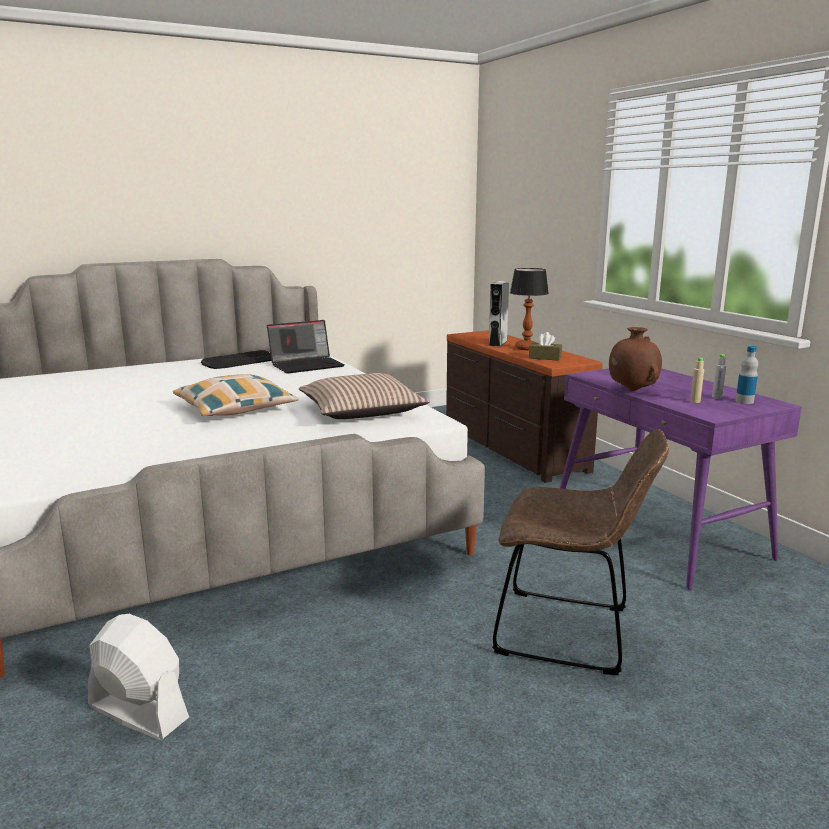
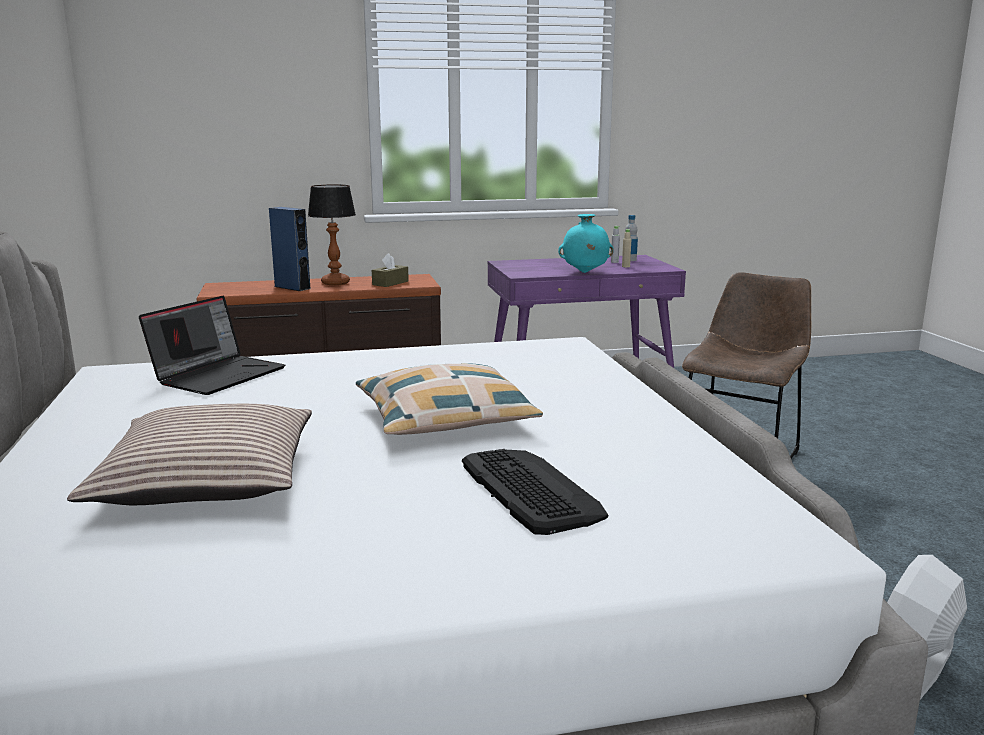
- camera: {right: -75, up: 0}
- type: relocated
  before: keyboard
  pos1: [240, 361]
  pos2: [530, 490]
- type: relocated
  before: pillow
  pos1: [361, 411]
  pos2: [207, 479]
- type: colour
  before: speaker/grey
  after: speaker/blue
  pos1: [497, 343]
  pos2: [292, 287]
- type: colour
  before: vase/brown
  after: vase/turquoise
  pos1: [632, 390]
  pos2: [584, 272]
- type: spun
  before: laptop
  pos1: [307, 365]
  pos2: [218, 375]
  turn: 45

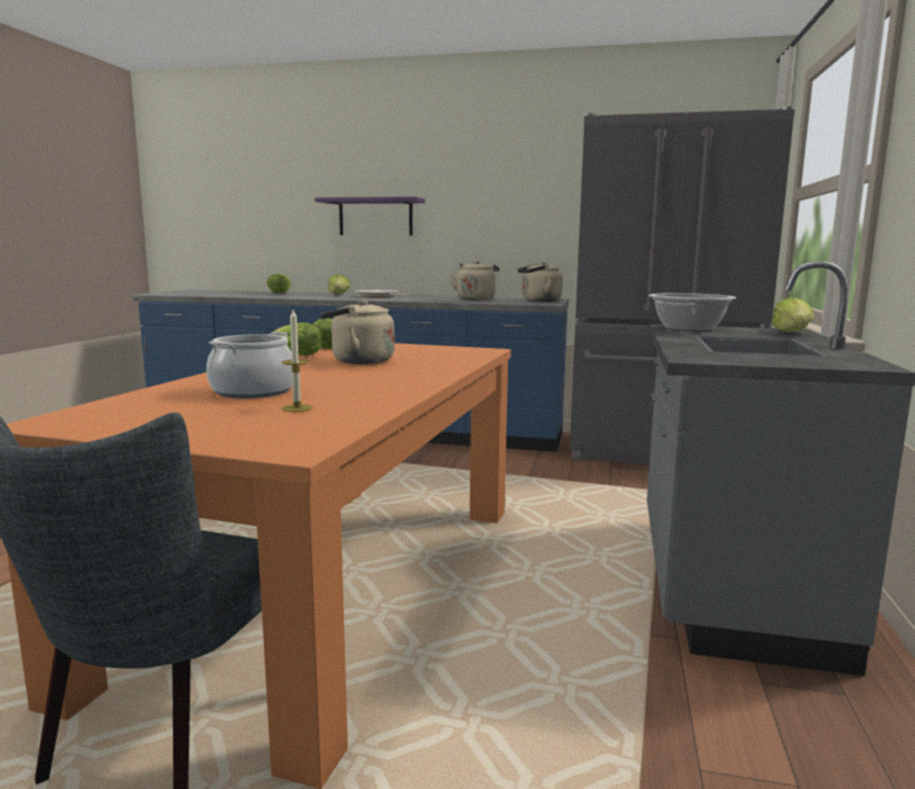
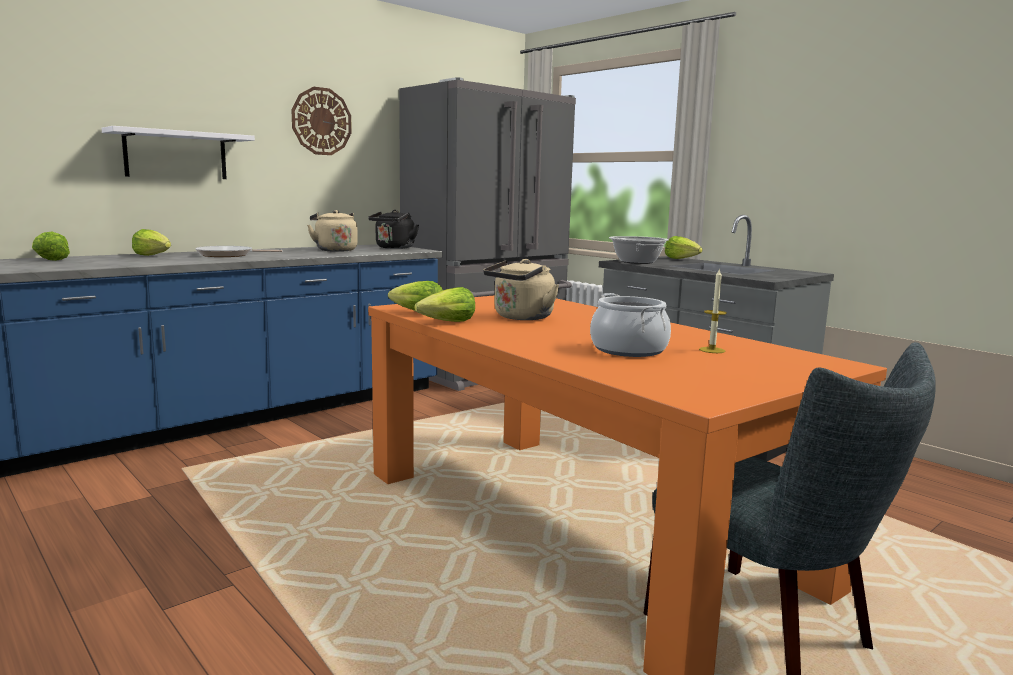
- camera: {right: -55, up: 0}
- type: appeared
  after: wall clock
  pos2: [321, 121]
- type: colour
  before: shelf/purple
  after: shelf/white
  pos1: [375, 217]
  pos2: [176, 155]
- type: colour
  before: kettle/beige
  after: kettle/black
  pos1: [539, 301]
  pos2: [394, 248]

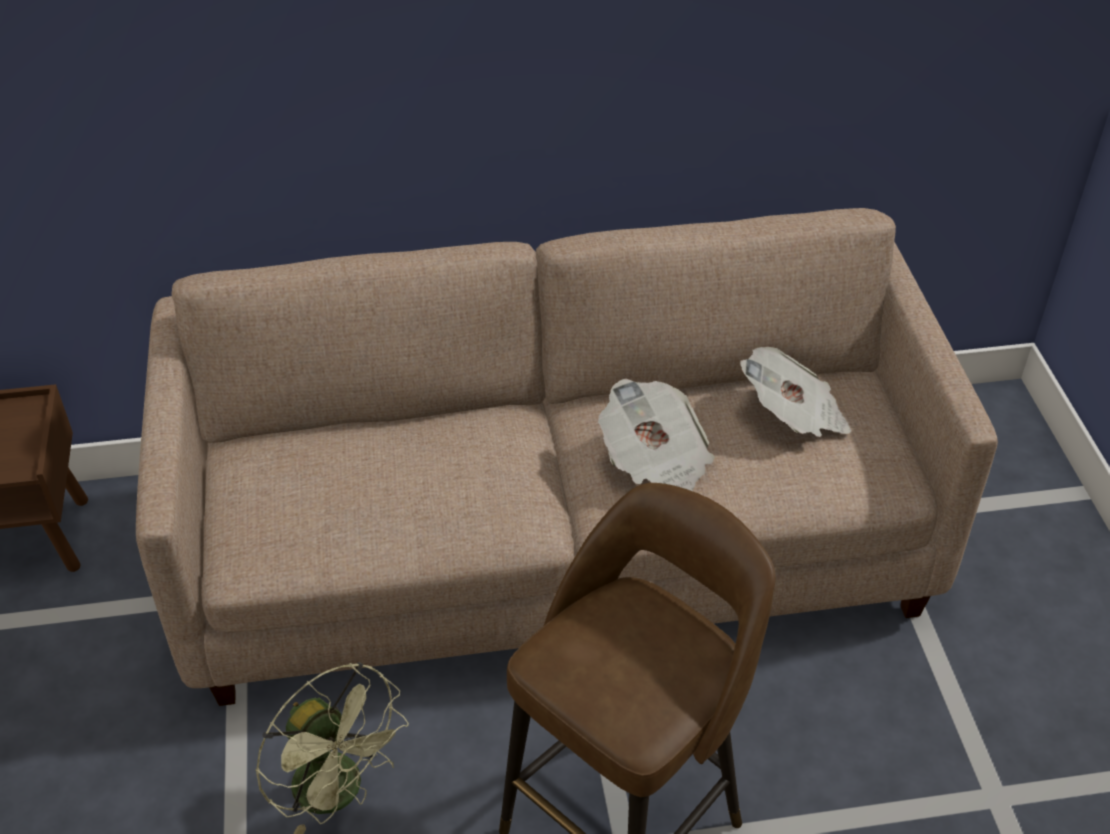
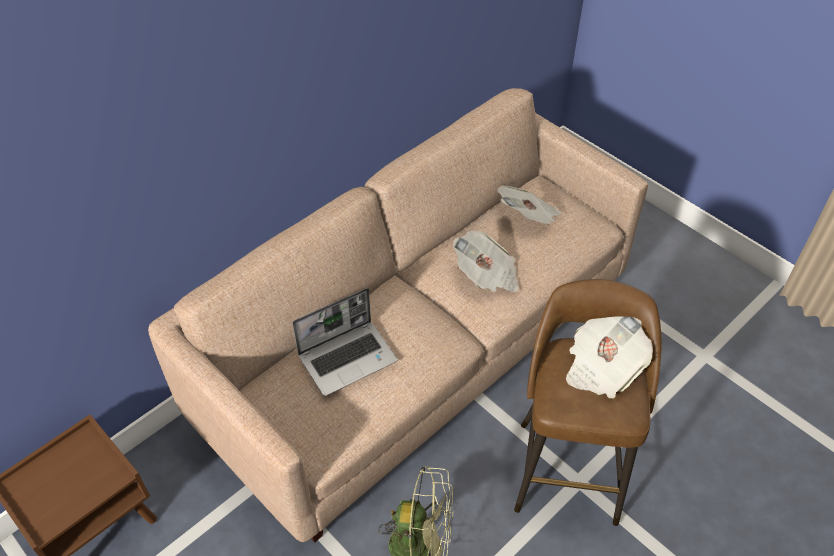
- camera: {right: -35, up: 5}
- type: appeared
  after: laptop
  pos2: [348, 358]
- type: appeared
  after: newspaper
  pos2: [602, 367]

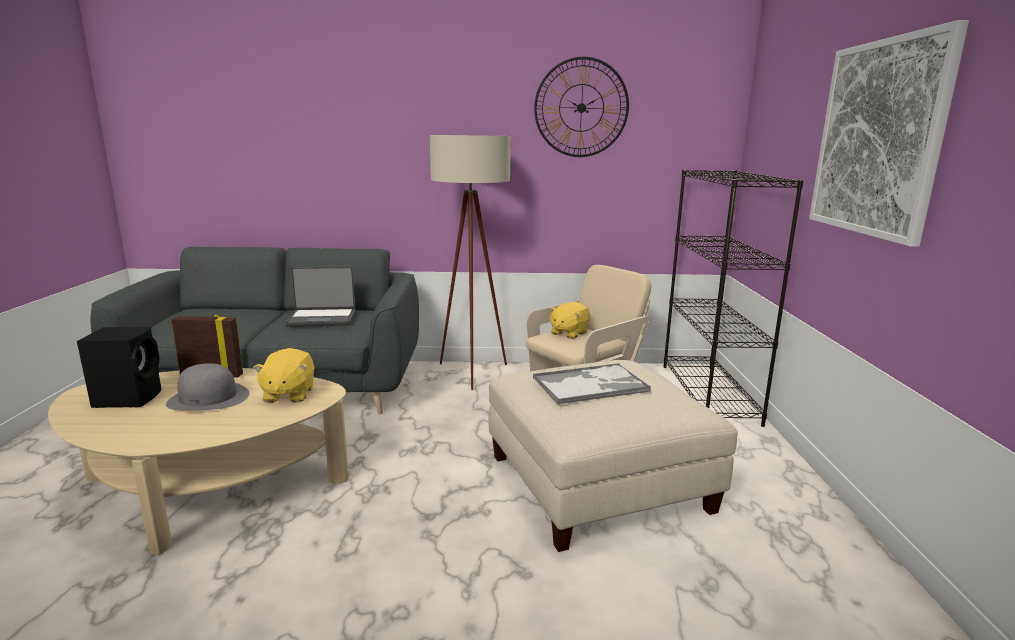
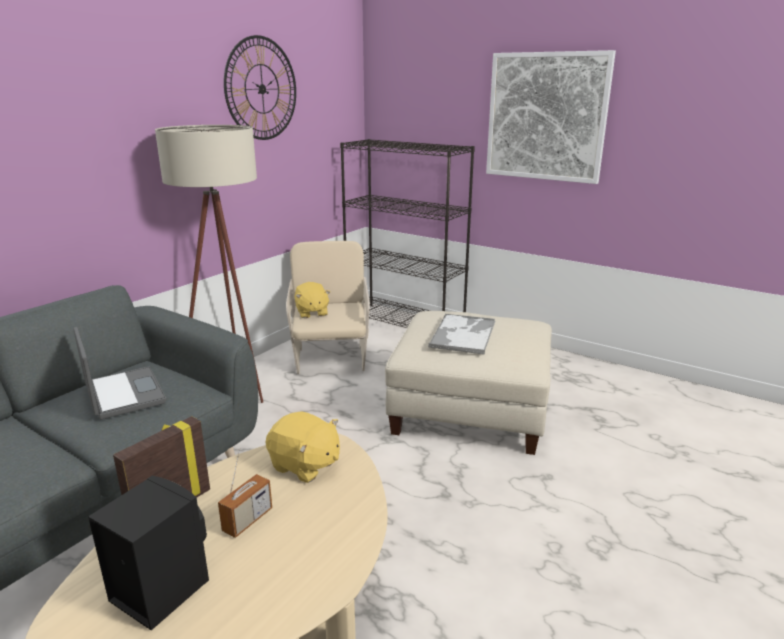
- camera: {right: -55, up: 5}
- type: exchanged
  before: hat/grey
  after: radio
  pos1: [209, 398]
  pos2: [247, 520]
- type: spun
  before: laptop
  pos1: [322, 318]
  pos2: [123, 394]
  turn: -60

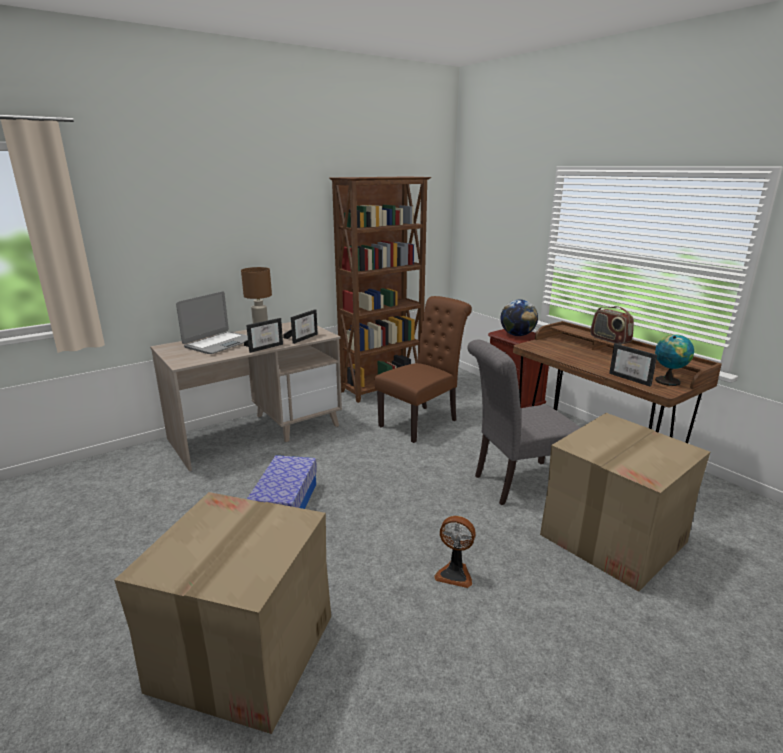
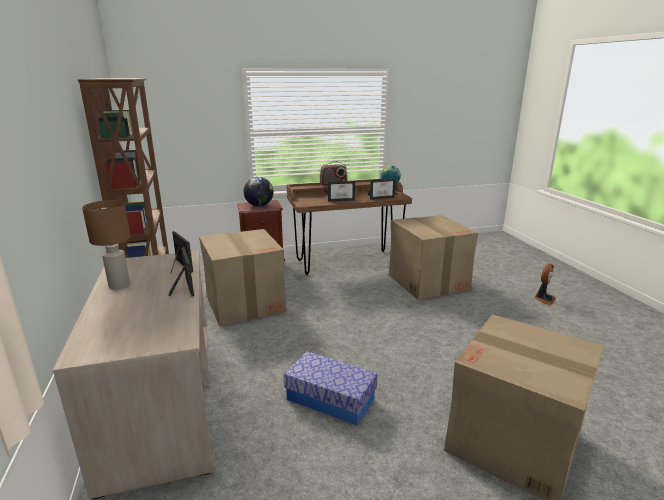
- camera: {right: -70, up: 0}
- type: missing
  before: laptop
  pos1: [219, 343]
- type: missing
  before: chair/grey
  pos1: [517, 483]
- type: appeared
  after: picture frame
  pos2: [341, 200]
- type: relocated
  before: fan
  pos1: [455, 573]
  pos2: [543, 299]
- type: exchanged
  before: chair/brown
  after: cardboard box
  pos1: [422, 421]
  pos2: [245, 303]

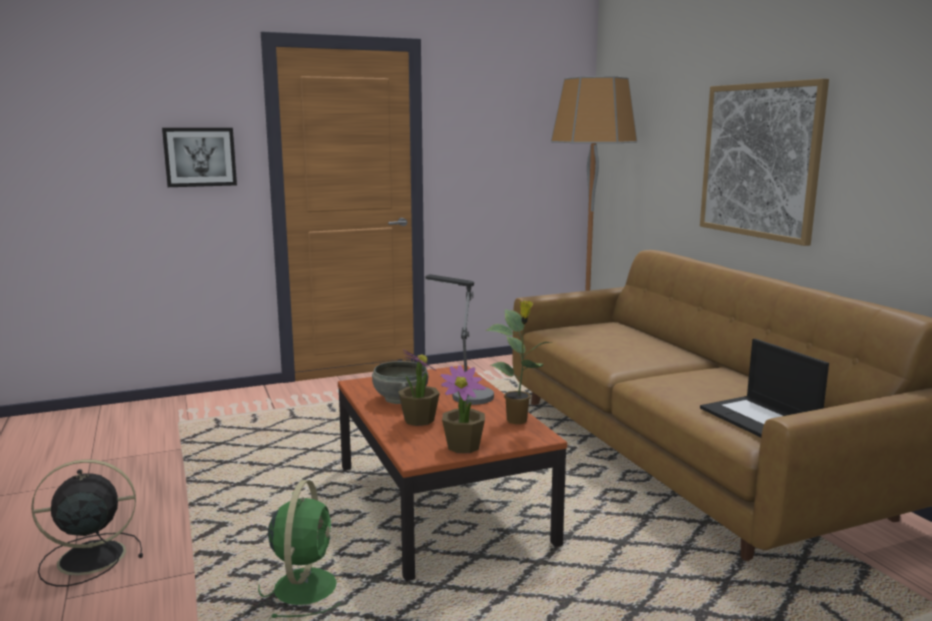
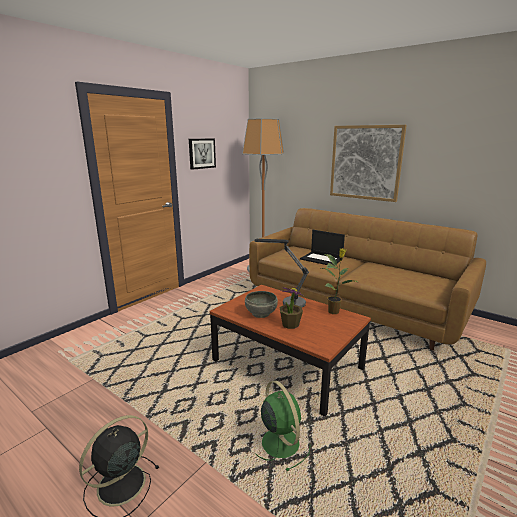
- camera: {right: -30, up: 5}
- type: missing
  before: potted plant
  pos1: [463, 446]
- type: relocated
  before: picture
  pos1: [200, 157]
  pos2: [201, 153]
- type: relocated
  before: laptop
  pos1: [760, 419]
  pos2: [322, 259]

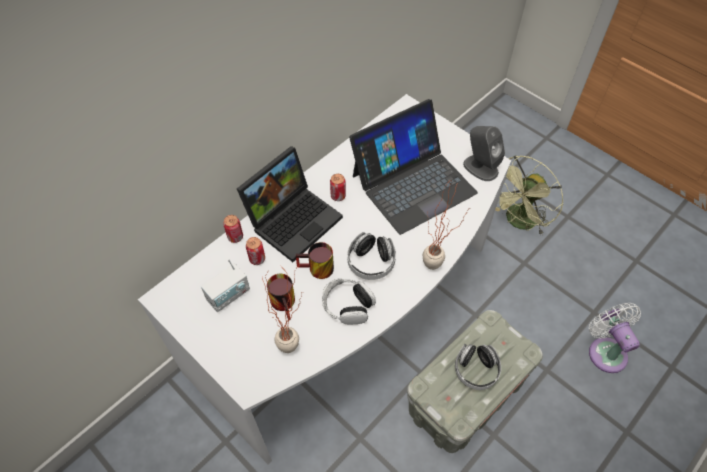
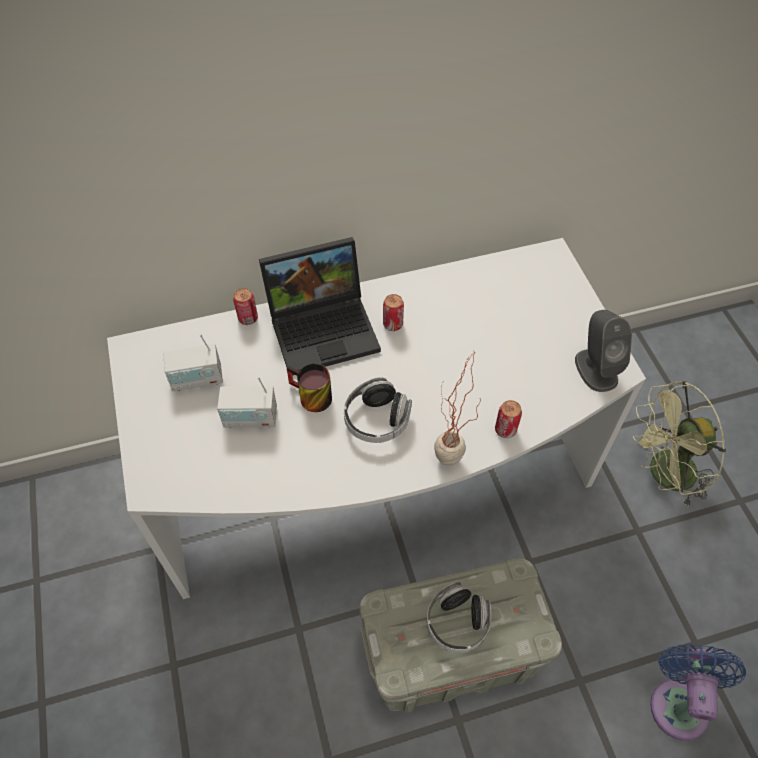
- camera: {right: 30, up: 0}
- type: missing
  before: potted plant
  pos1: [295, 345]
- type: missing
  before: headphones
  pos1: [347, 305]
- type: missing
  before: laptop
  pos1: [413, 183]
- type: relocated
  before: can
  pos1: [257, 259]
  pos2: [505, 430]
- type: exchanged
  before: mug
  after: radio
  pos1: [286, 303]
  pos2: [250, 418]
- type: colour
  before: fan/white
  after: fan/blue
  pos1: [605, 351]
  pos2: [679, 702]

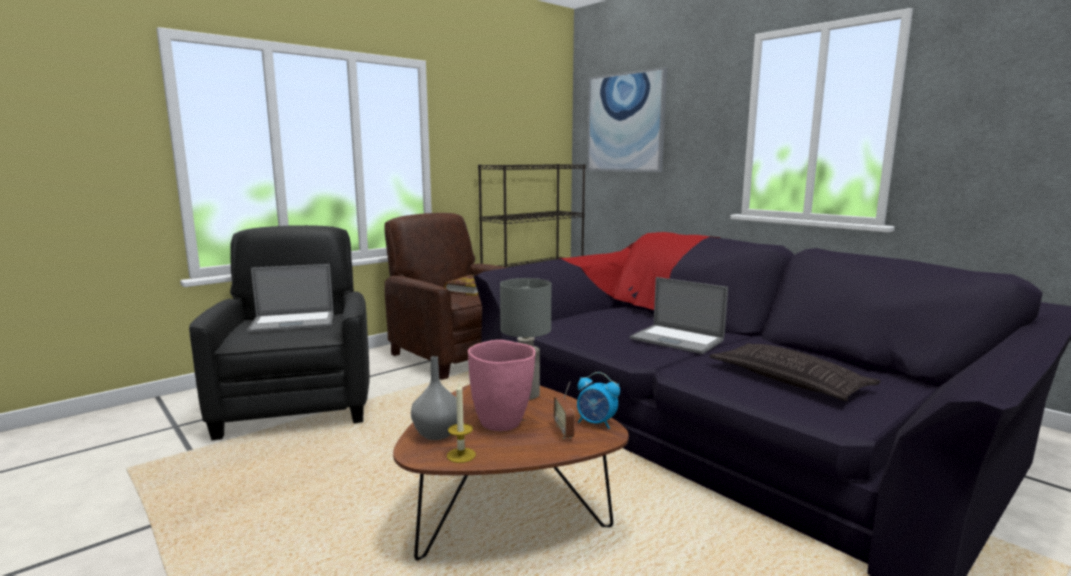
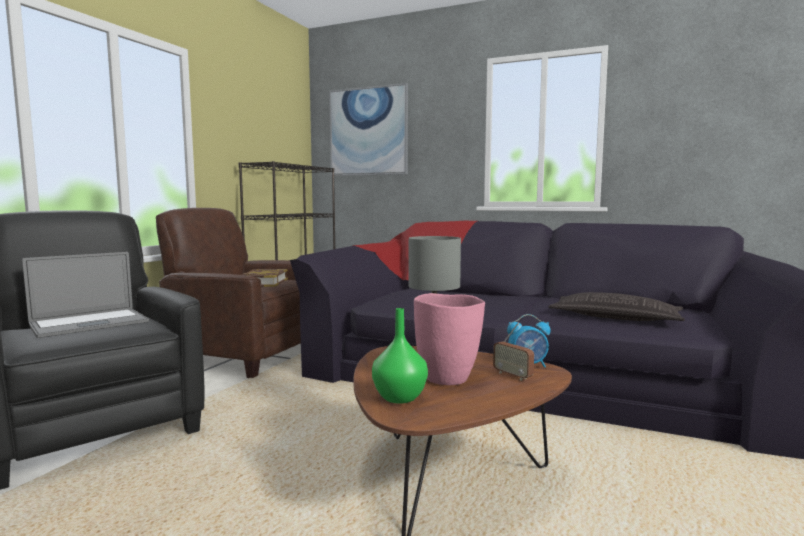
- camera: {right: -25, up: -5}
- type: missing
  before: candle
  pos1: [461, 455]
- type: missing
  before: laptop
  pos1: [676, 339]
- type: colour
  before: vase/grey
  after: vase/green
  pos1: [436, 434]
  pos2: [398, 398]

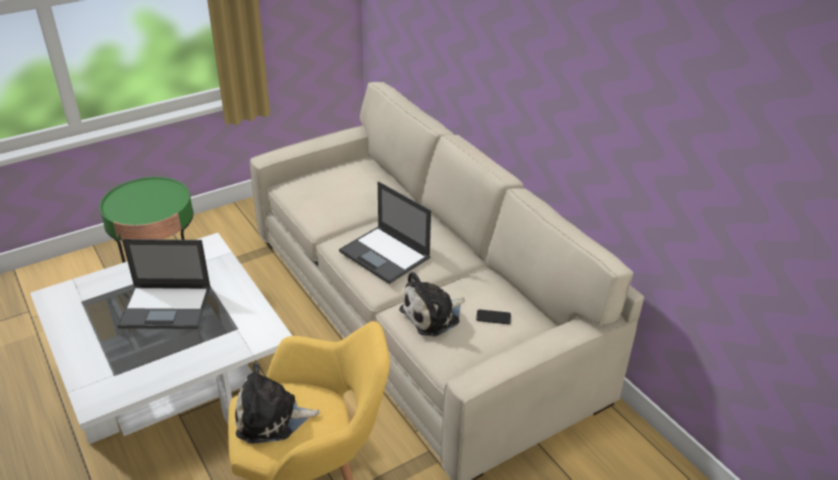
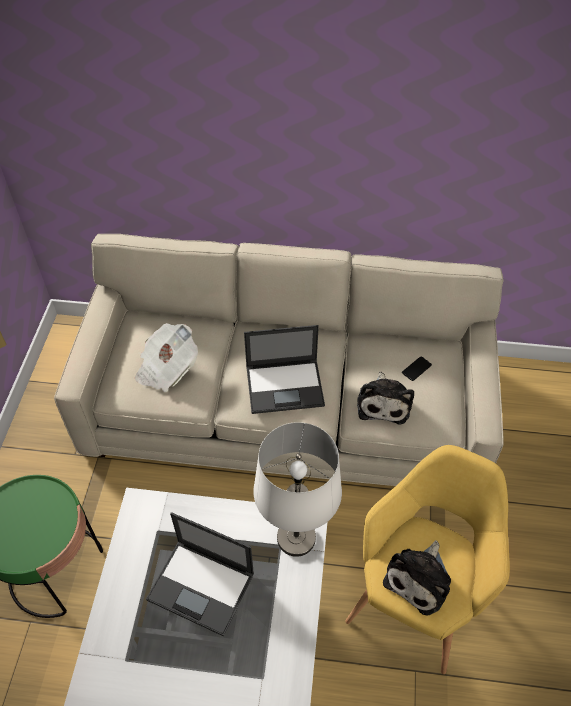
- camera: {right: -50, up: 15}
- type: appeared
  after: newspaper
  pos2: [167, 368]
- type: appeared
  after: table lamp/white
  pos2: [295, 538]
- type: spun
  before: laptop
  pos1: [167, 307]
  pos2: [202, 586]
  turn: 75

